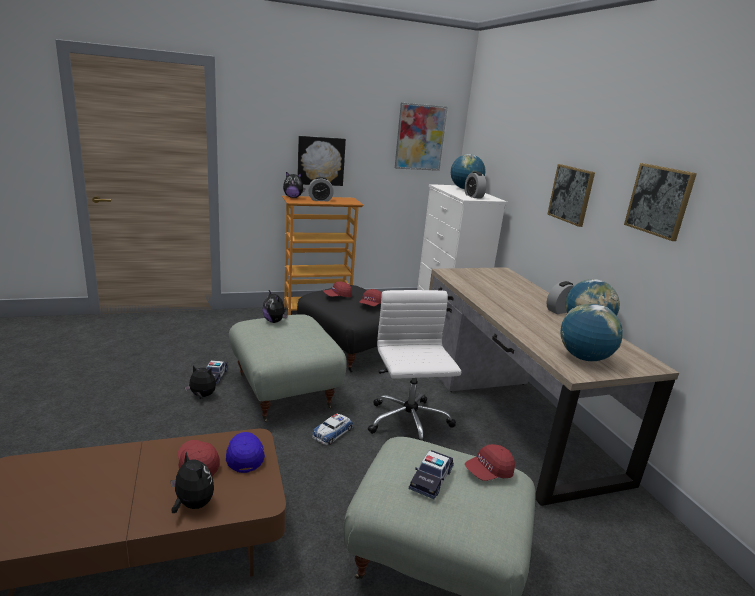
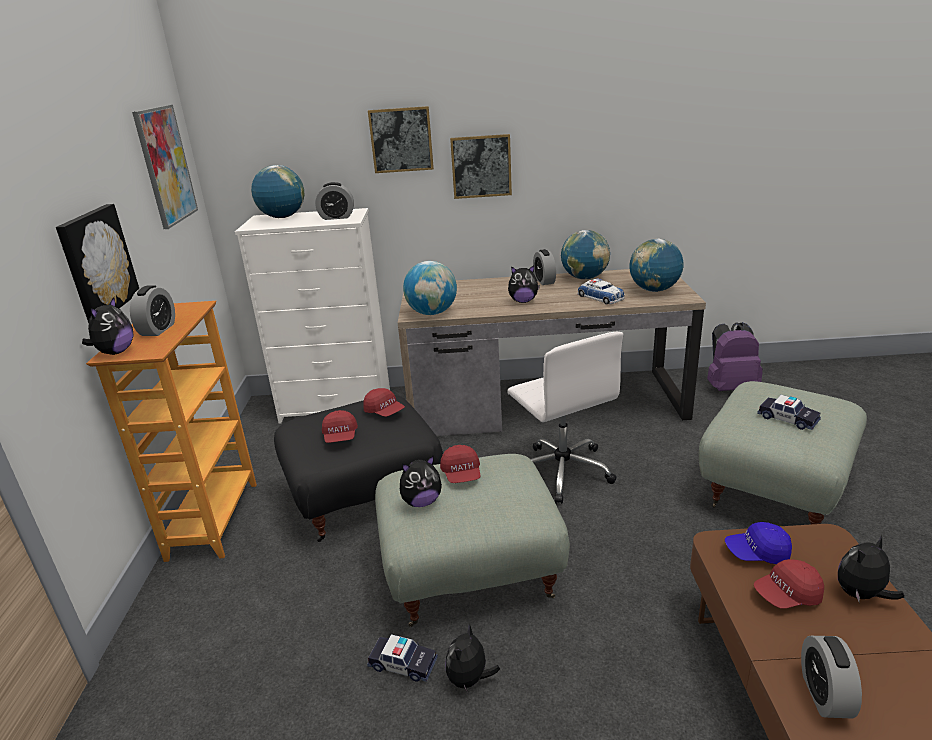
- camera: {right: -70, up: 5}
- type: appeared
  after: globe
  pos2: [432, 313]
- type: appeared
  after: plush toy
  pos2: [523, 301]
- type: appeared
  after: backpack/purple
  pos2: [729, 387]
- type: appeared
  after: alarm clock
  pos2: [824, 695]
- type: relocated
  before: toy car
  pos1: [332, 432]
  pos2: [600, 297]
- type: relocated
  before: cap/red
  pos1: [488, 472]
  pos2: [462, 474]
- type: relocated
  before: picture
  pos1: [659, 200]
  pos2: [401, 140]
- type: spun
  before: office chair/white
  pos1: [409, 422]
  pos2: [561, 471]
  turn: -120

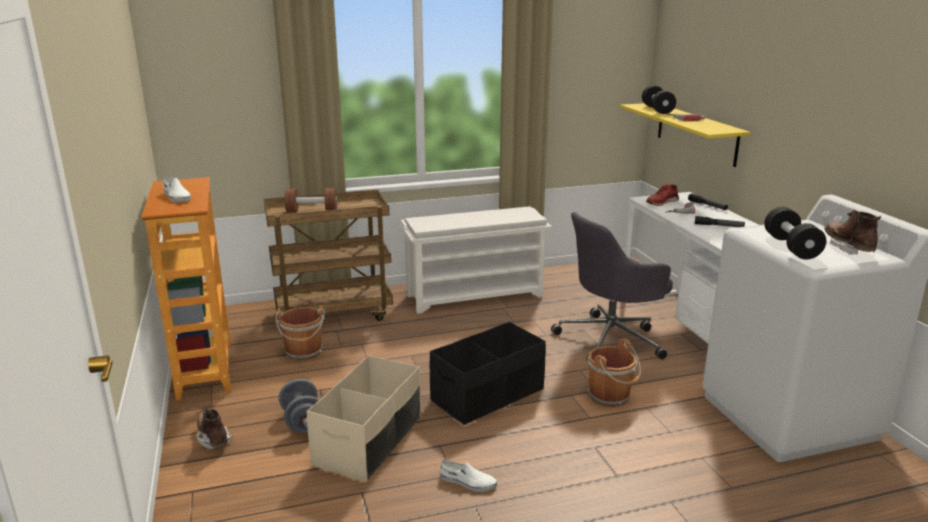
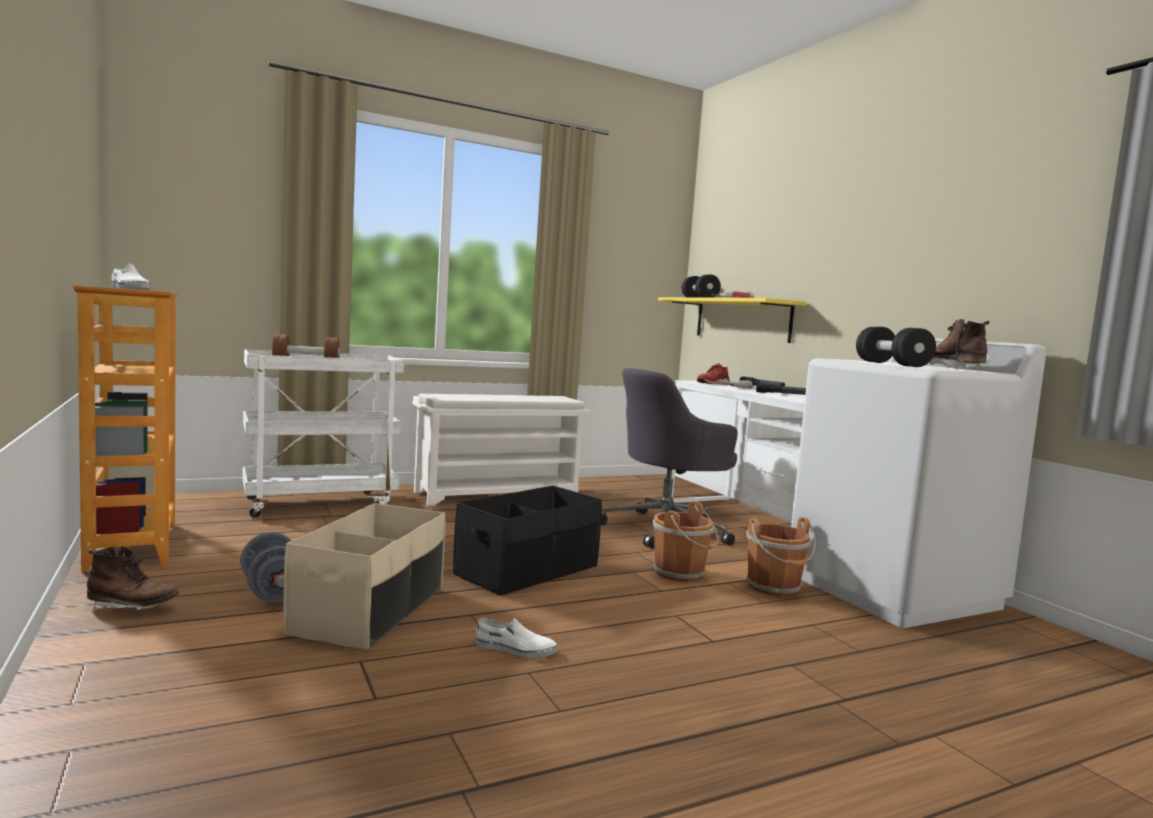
- camera: {right: -10, up: -15}
- type: relocated
  before: bucket/brown
  pos1: [304, 352]
  pos2: [774, 587]
- type: colour
  before: cart/brown
  after: cart/white
  pos1: [334, 313]
  pos2: [321, 503]
- type: spun
  before: boot/brown
  pos1: [213, 438]
  pos2: [132, 607]
  turn: 135

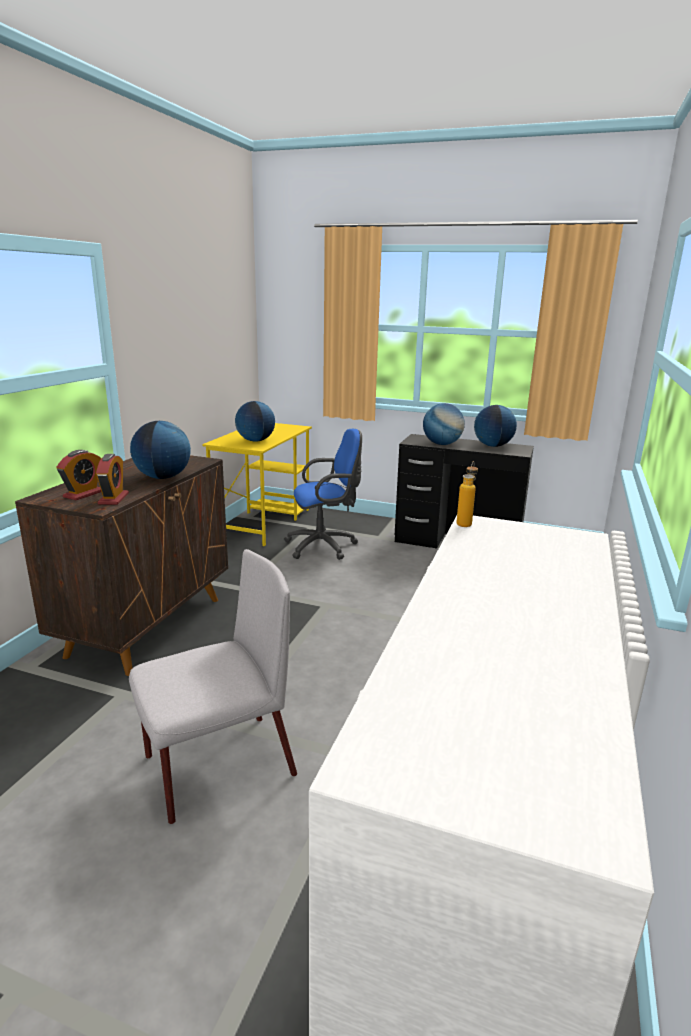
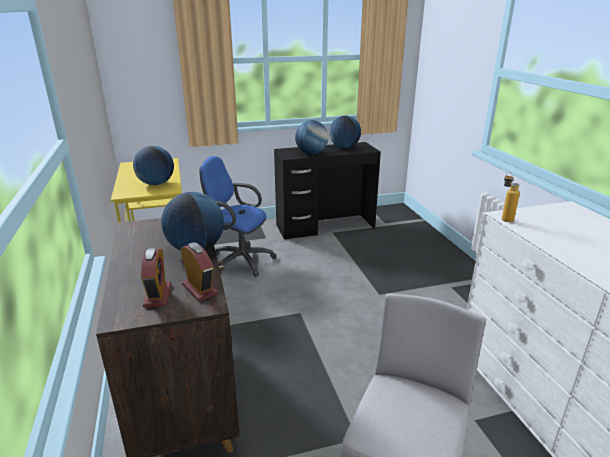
- camera: {right: -35, up: 5}
- type: spun
  before: office chair/blue
  pos1: [325, 546]
  pos2: [239, 260]
  turn: -105

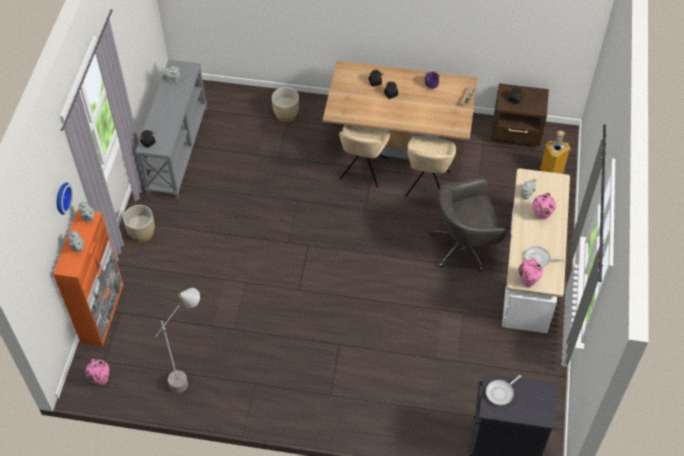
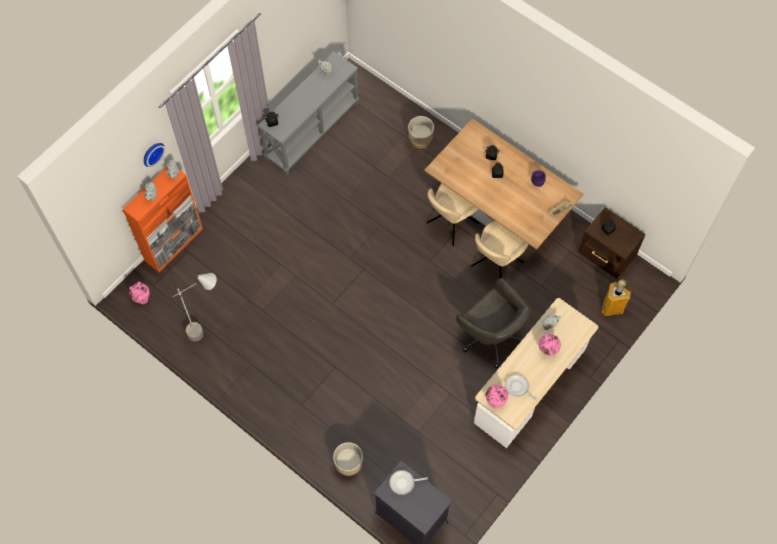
- camera: {right: 30, up: 10}
- type: relocated
  before: planter/beige
  pos1: [142, 233]
  pos2: [348, 464]
- type: spun
  before: office chair/grey
  pos1: [465, 246]
  pos2: [491, 336]
  turn: -150

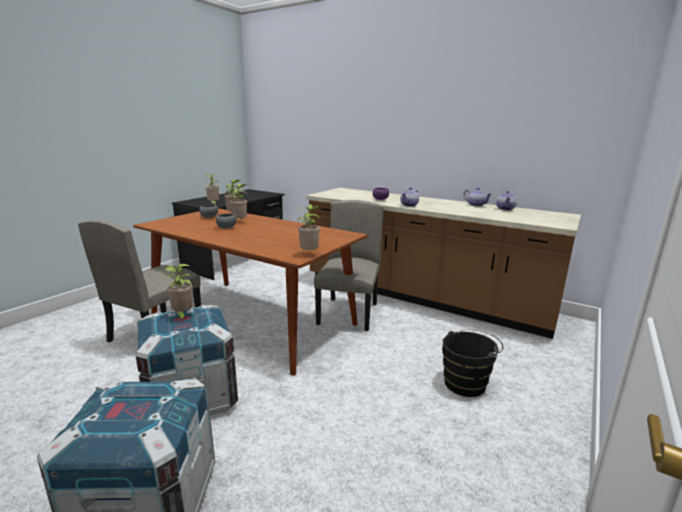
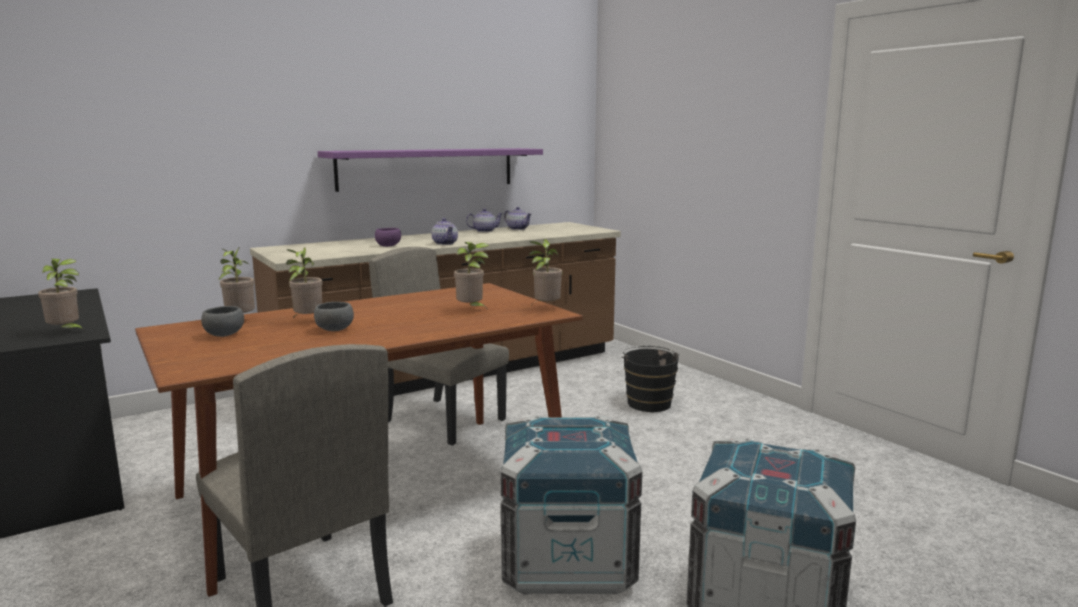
- camera: {right: -65, up: -5}
- type: appeared
  after: shelf/purple
  pos2: [427, 168]
- type: relocated
  before: potted plant
  pos1: [182, 315]
  pos2: [471, 310]

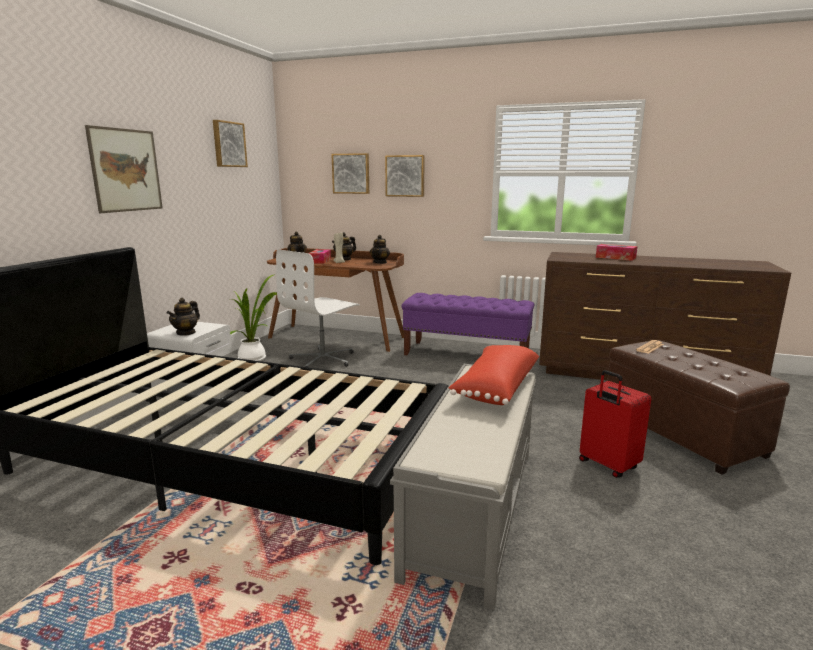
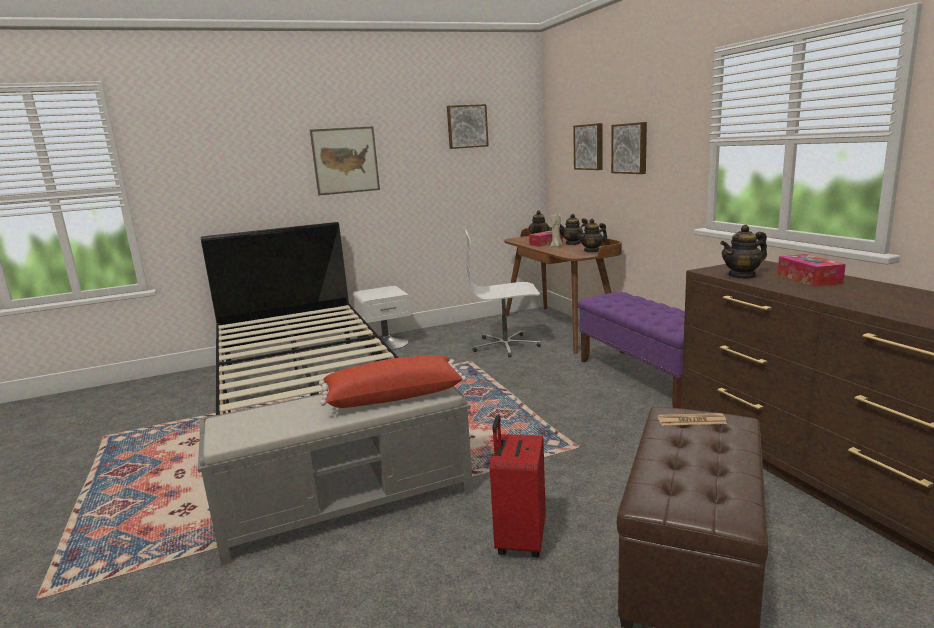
- camera: {right: 50, up: 0}
- type: missing
  before: potted plant
  pos1: [254, 359]
- type: relocated
  before: teapot
  pos1: [186, 333]
  pos2: [742, 276]

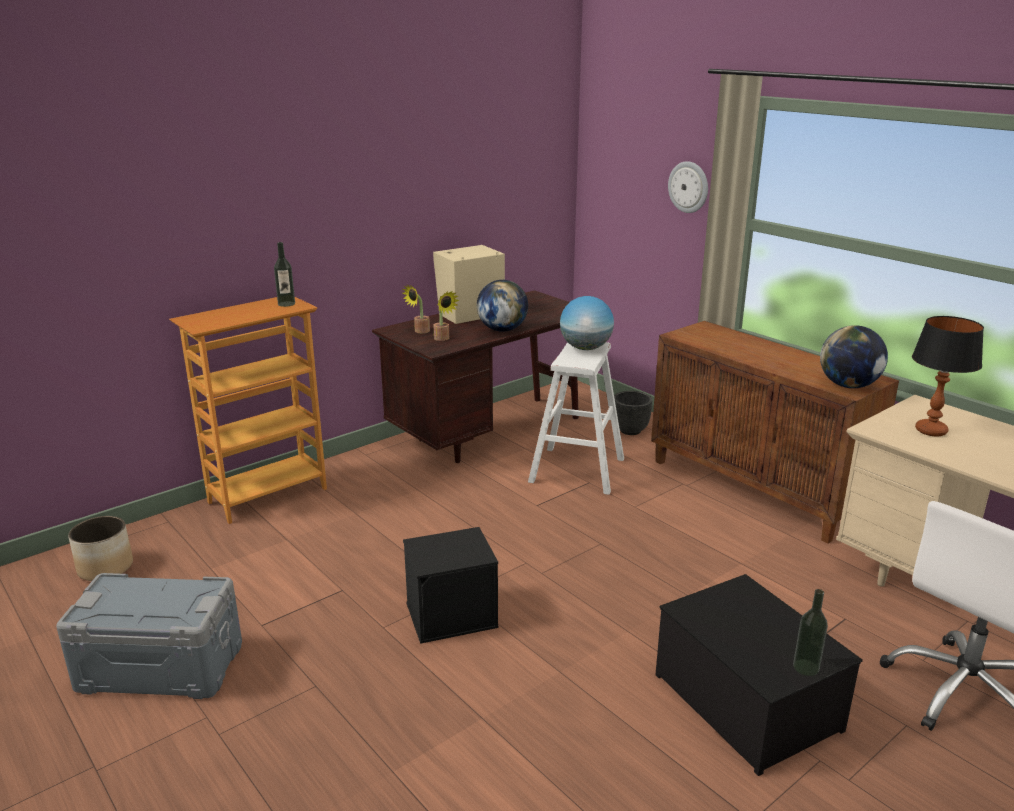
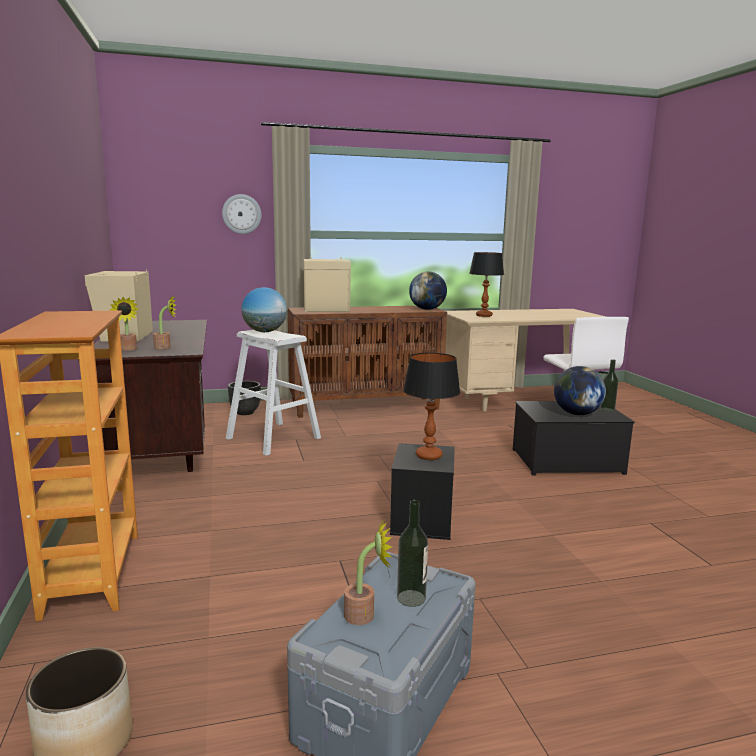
- camera: {right: -65, up: -10}
- type: appeared
  after: speaker/beige
  pos2: [327, 310]
- type: appeared
  after: potted plant
  pos2: [365, 615]
- type: appeared
  after: table lamp
  pos2: [428, 456]
- type: relocated
  before: bottle
  pos1: [286, 304]
  pos2: [411, 598]
- type: relocated
  before: globe
  pos1: [502, 330]
  pos2: [576, 414]

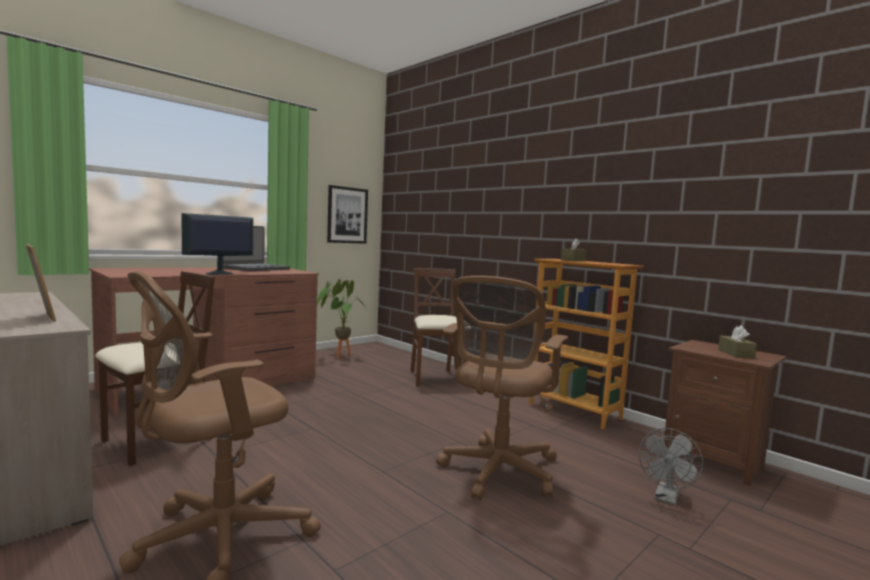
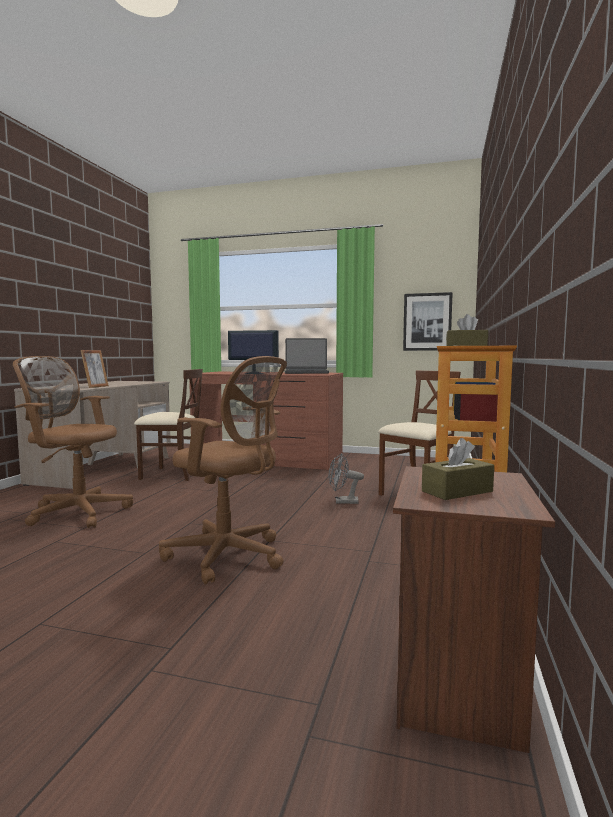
- camera: {right: 60, up: 0}
- type: missing
  before: potted plant
  pos1: [338, 356]
- type: relocated
  before: fan/grey
  pos1: [666, 498]
  pos2: [342, 502]
- type: spun
  before: office chair/brown
  pos1: [497, 473]
  pos2: [229, 556]
  turn: -150

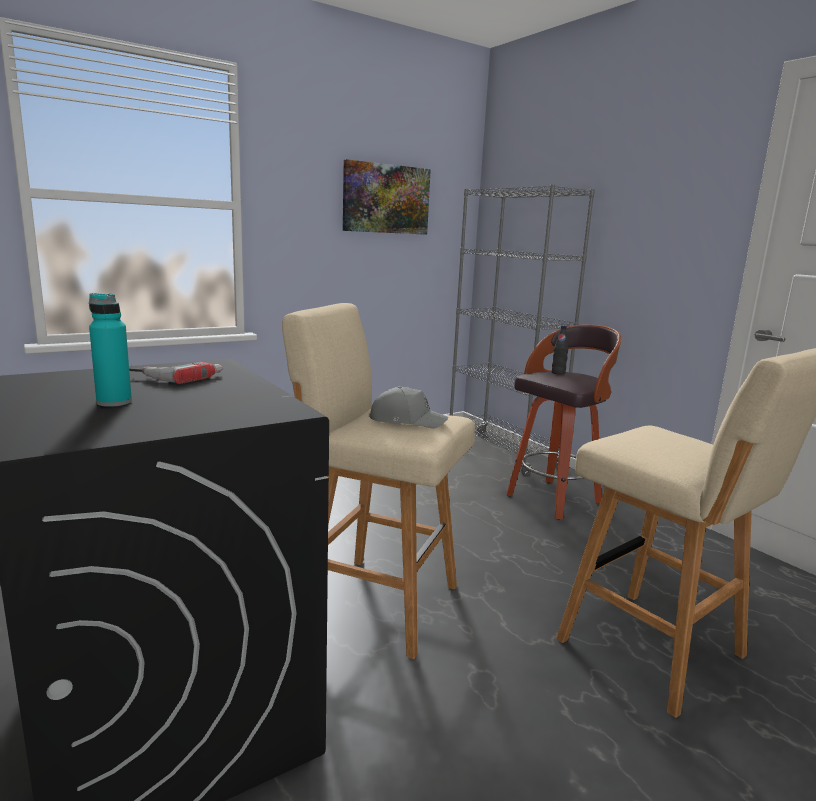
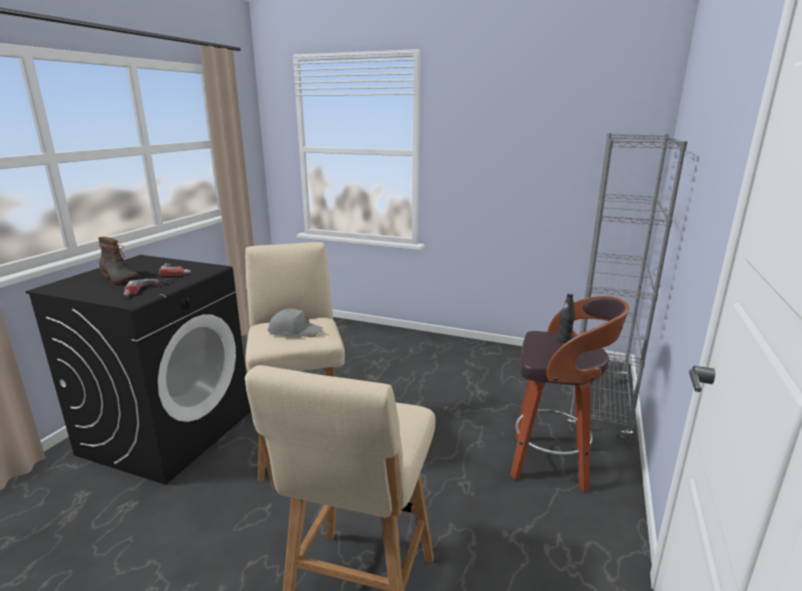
- camera: {right: 55, up: 5}
- type: missing
  before: picture
  pos1: [386, 199]
- type: appeared
  after: power drill
  pos2: [148, 290]
- type: exchanged
  before: bottle/turquoise
  after: boot
  pos1: [114, 402]
  pos2: [119, 278]
- type: spun
  before: cap/grey
  pos1: [406, 420]
  pos2: [294, 331]
  turn: -60

